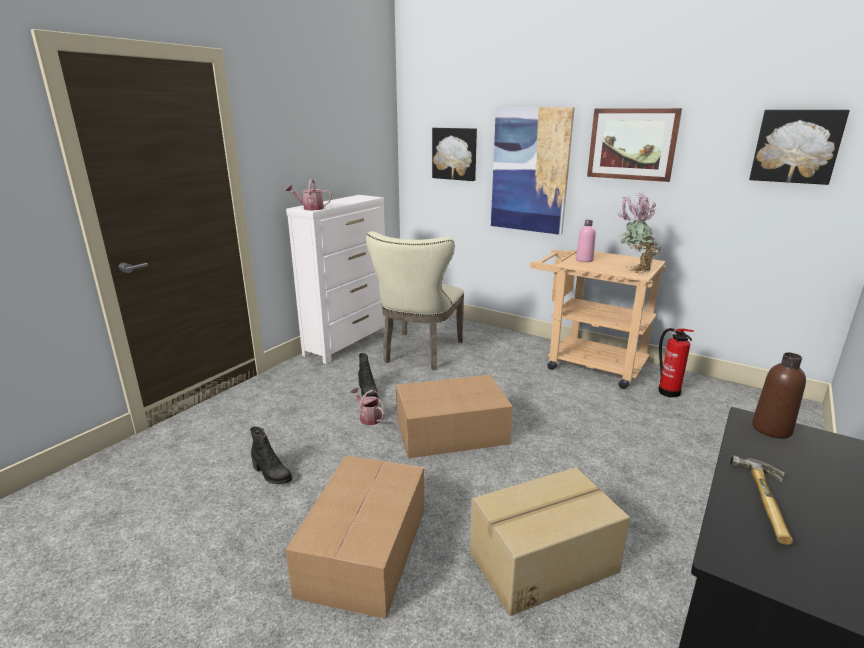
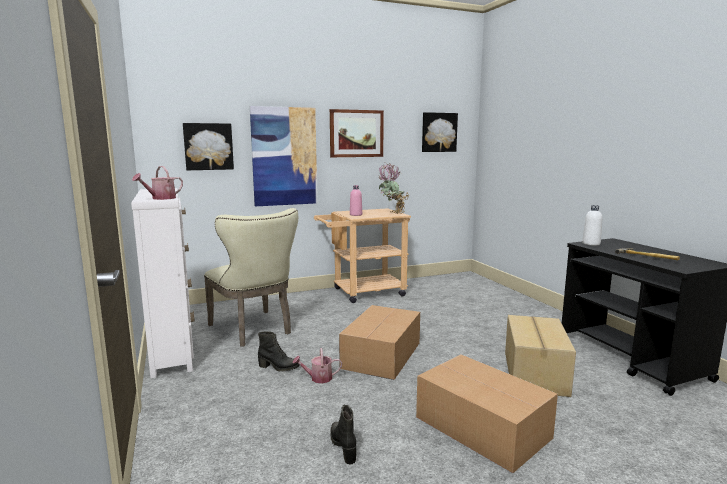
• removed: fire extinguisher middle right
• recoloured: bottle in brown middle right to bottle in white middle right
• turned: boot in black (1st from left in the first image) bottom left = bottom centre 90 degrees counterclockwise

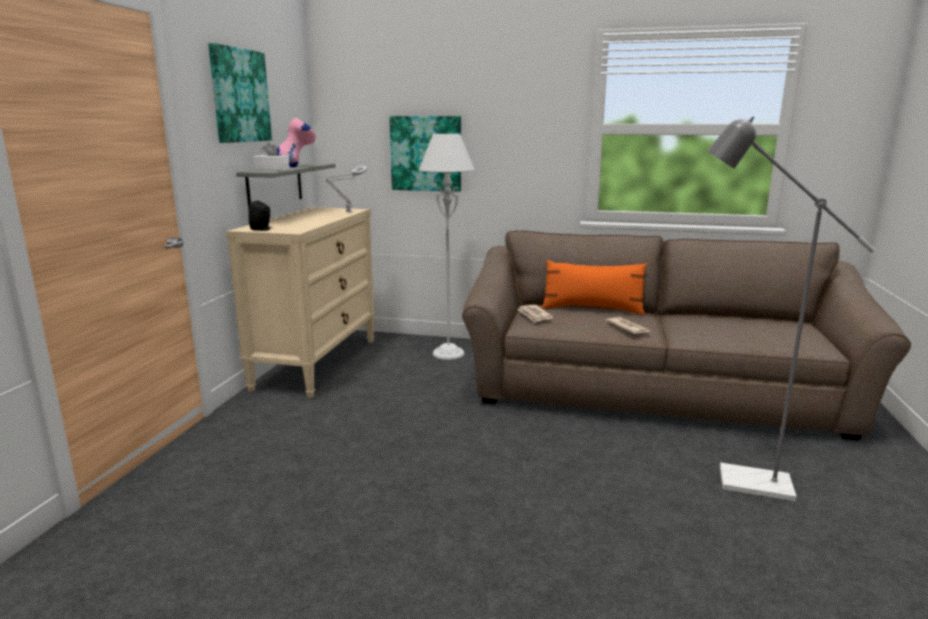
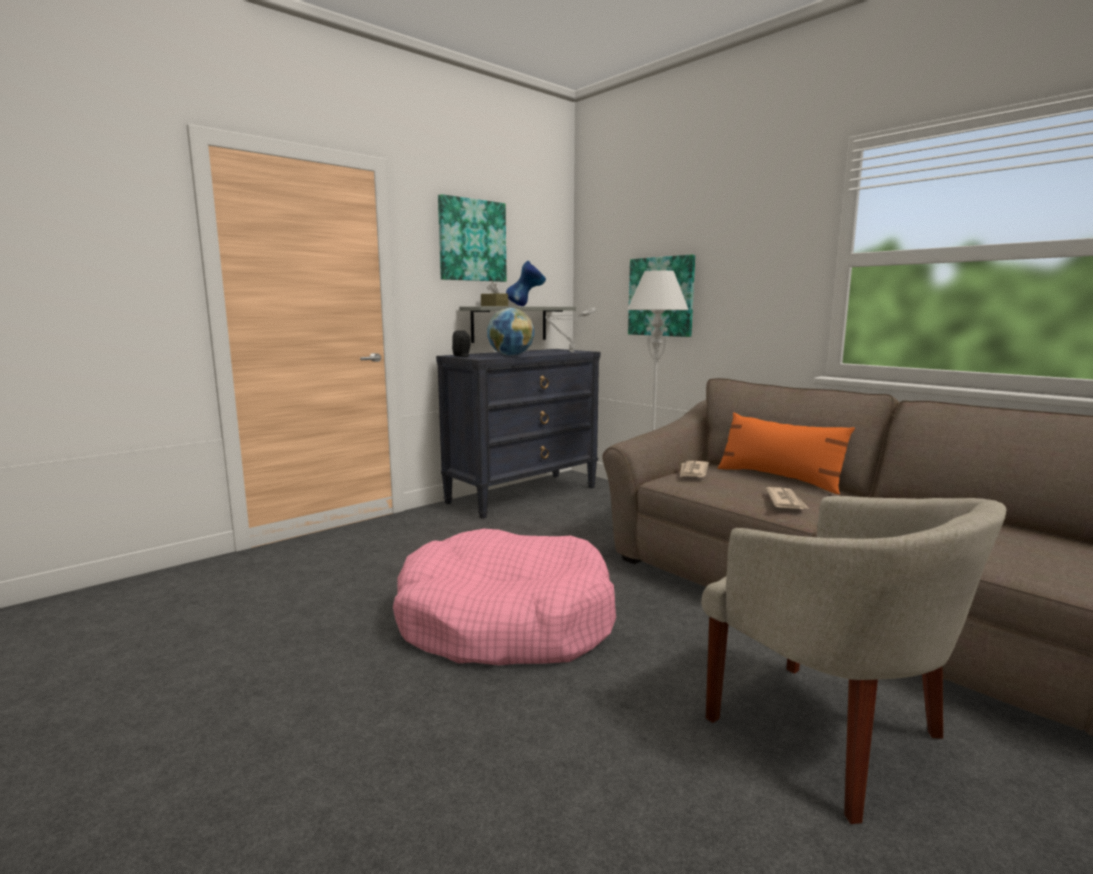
• added: dog bed in pink bottom centre
• added: globe centre
• replaced: floor lamp in grey (2nd from left) middle right to armchair in beige bottom right
• recoloured: dresser in beige middle left to dresser in black centre
• recoloured: tissue box in white top left to tissue box in brown centre
• recoloured: vase in pink top left to vase in blue top centre

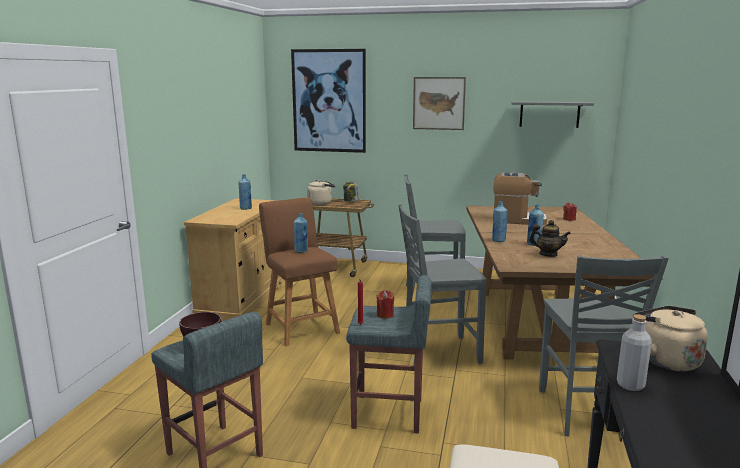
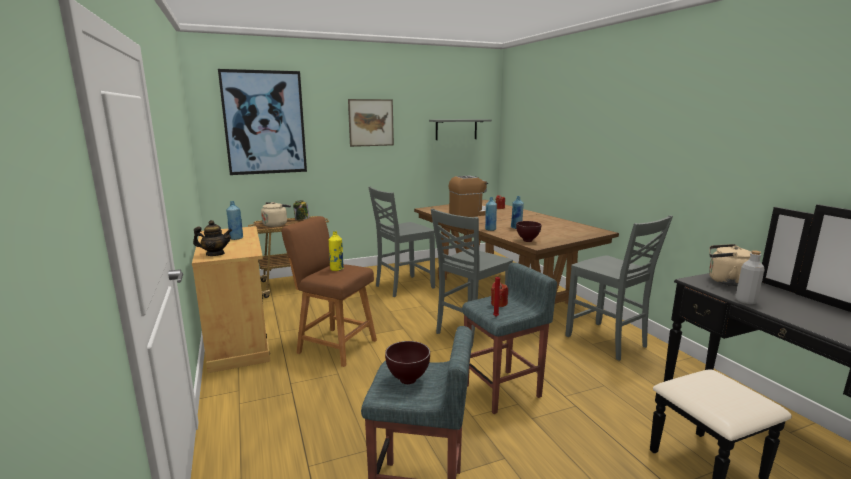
• added: bowl in brown (2nd from left) centre
• moved: teapot middle right to middle left
• recoloured: bottle in blue (2nd from left) centre to bottle in yellow centre

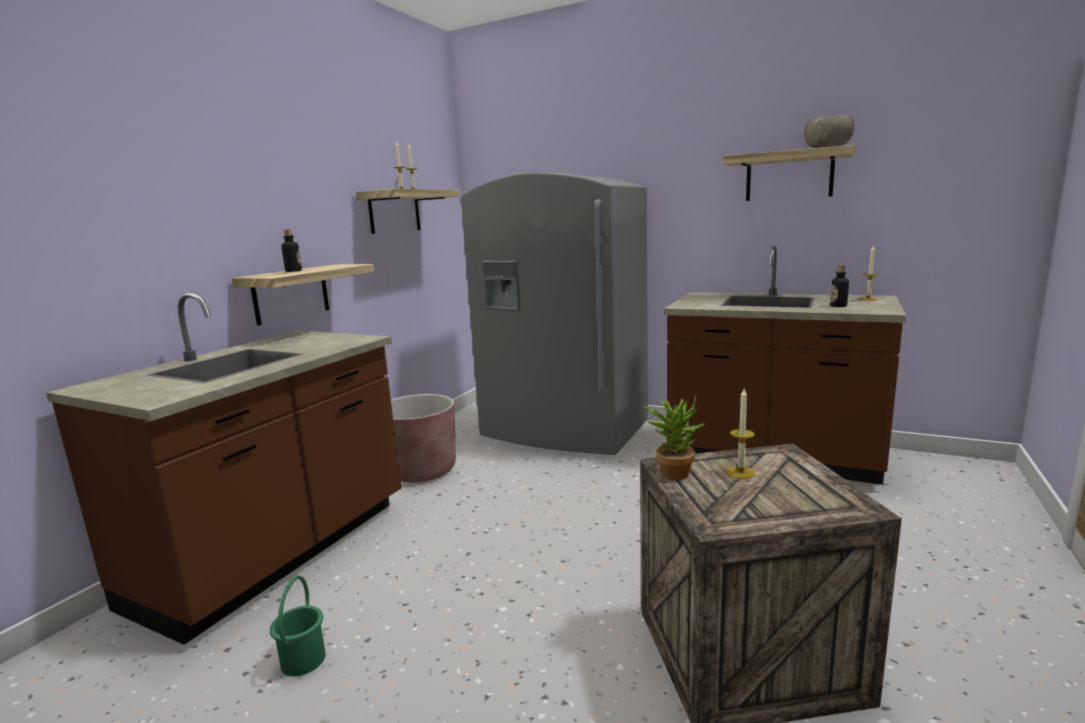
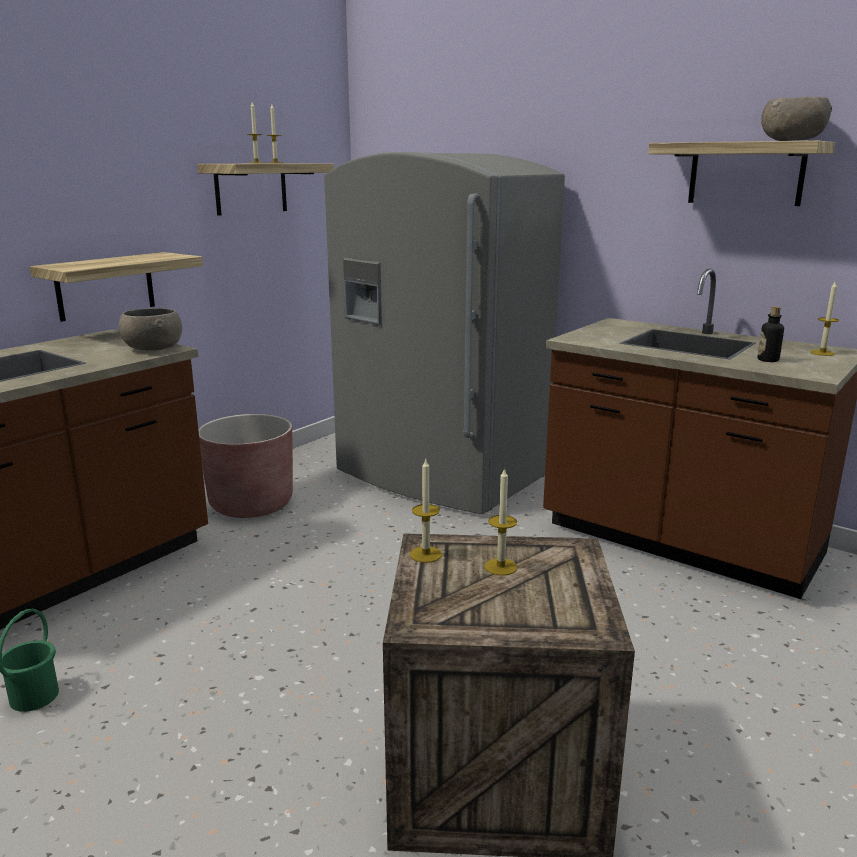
• removed: bottle (1st from left) middle left
• added: bowl in grey (1st from left) middle left
• replaced: potted plant centre to candle (3rd from left) centre

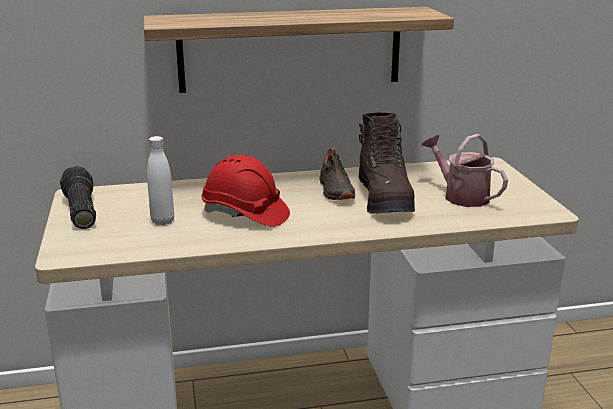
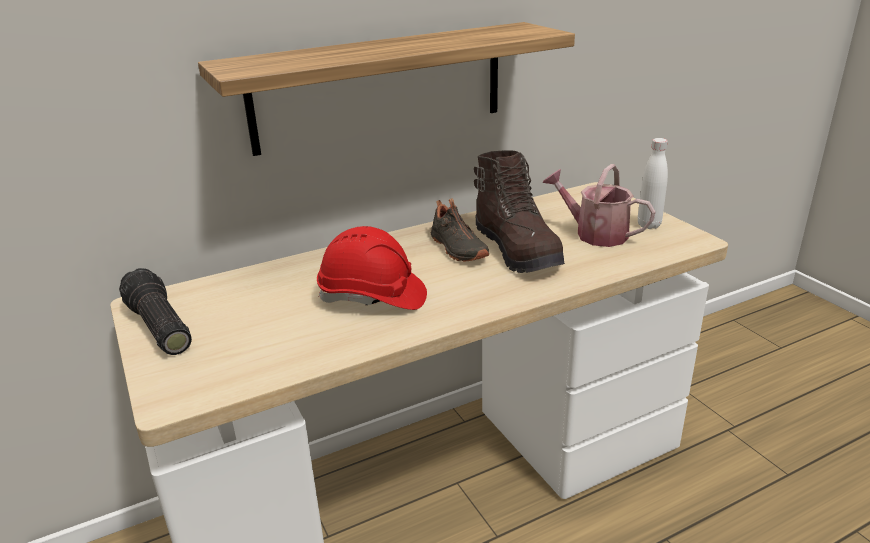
• moved: bottle in white middle left to middle right

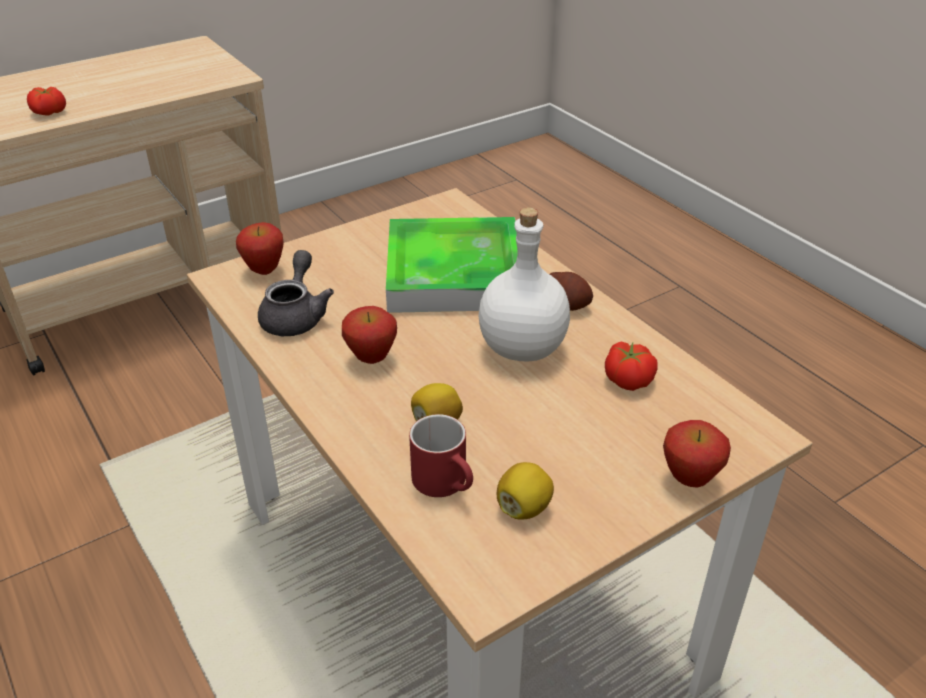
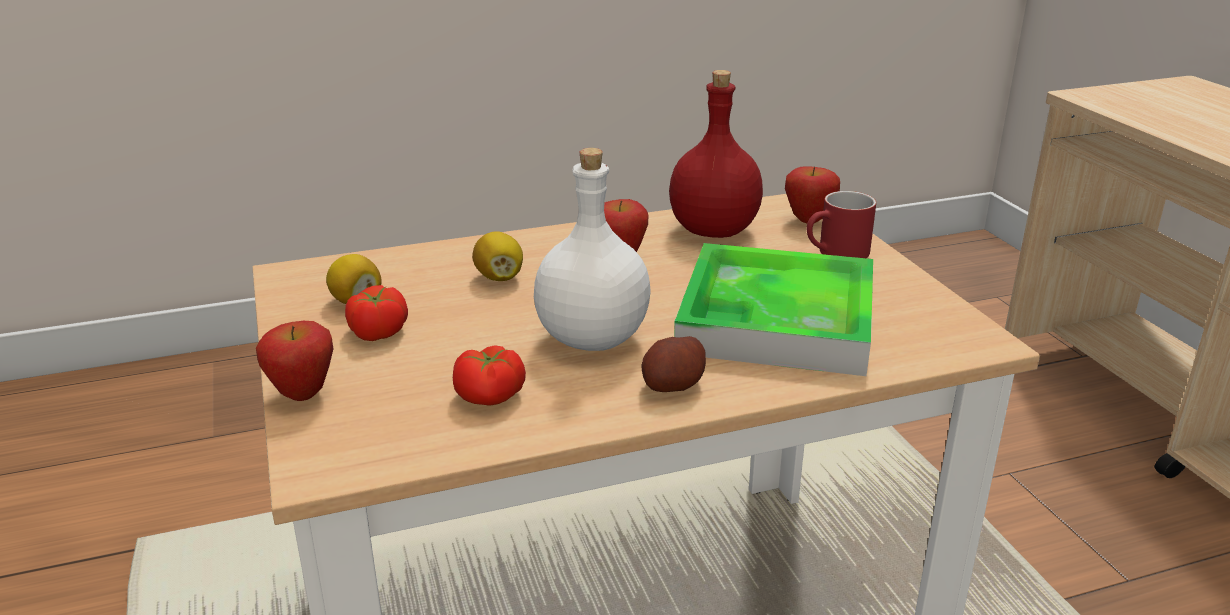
• moved: tomato (1st from left) top left to middle left
• moved: mug in red centre to middle right
• replaced: teapot in grey middle left to bottle in red top centre

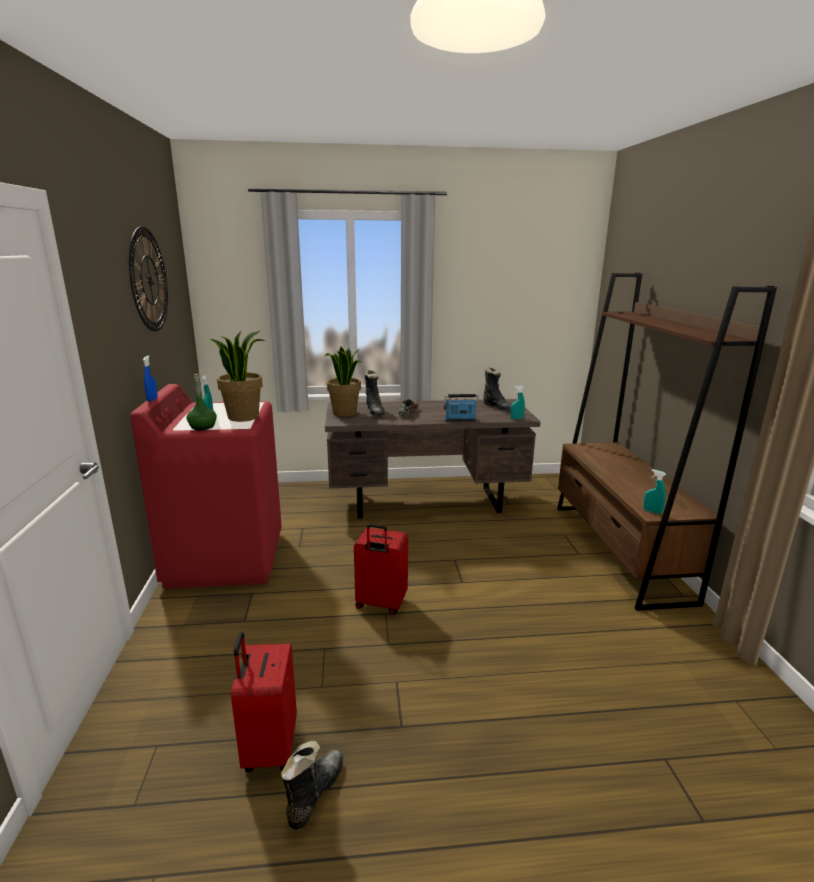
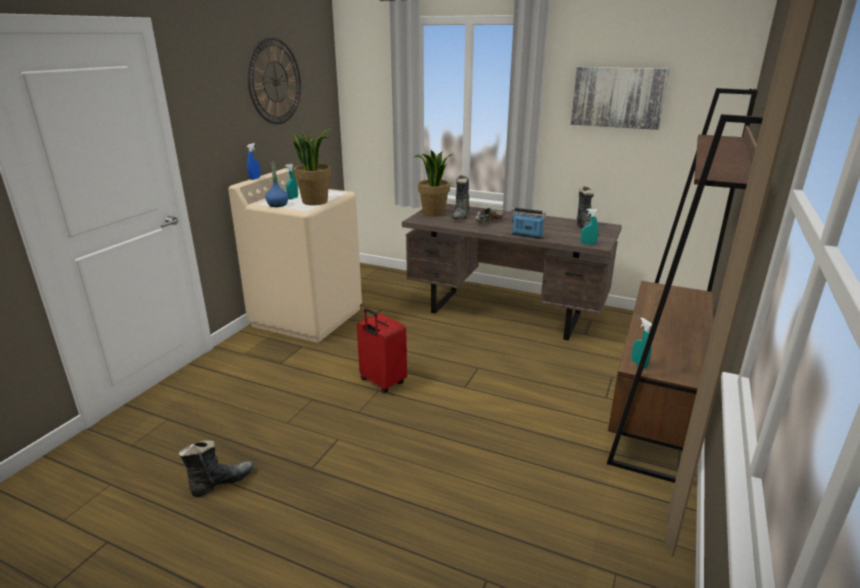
• removed: suitcase in red (1st from left) bottom left
• added: picture top right
• recoloured: washing machine in red middle left to washing machine in beige centre
• recoloured: bottle in green middle left to bottle in blue top left

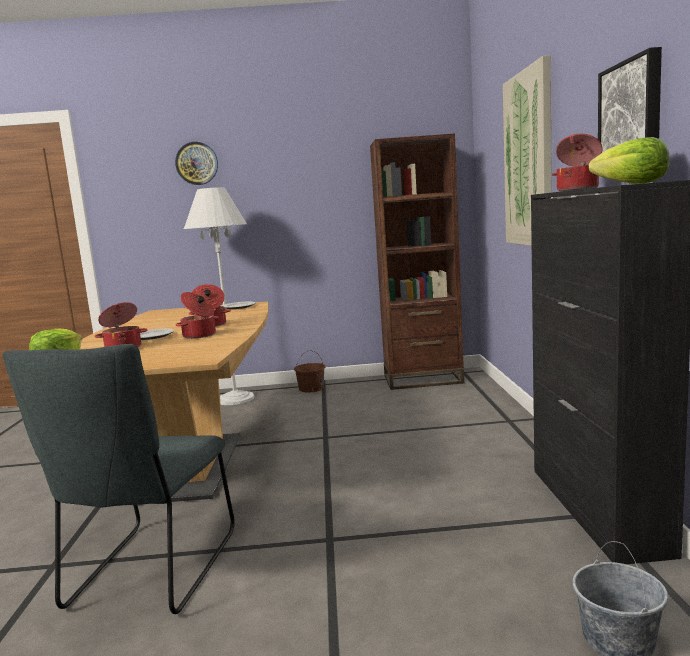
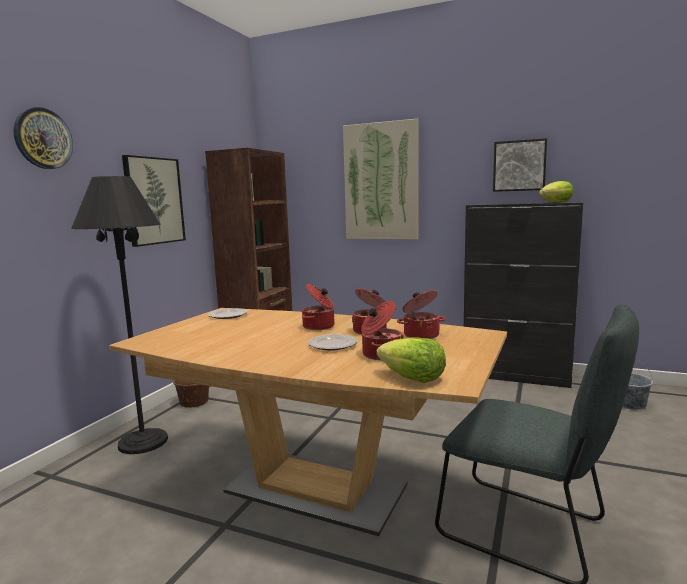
• added: picture (1st from left) middle left
• moved: cooking pot (4th from left) top right to centre
• recoloured: floor lamp in white middle left to floor lamp in black middle left

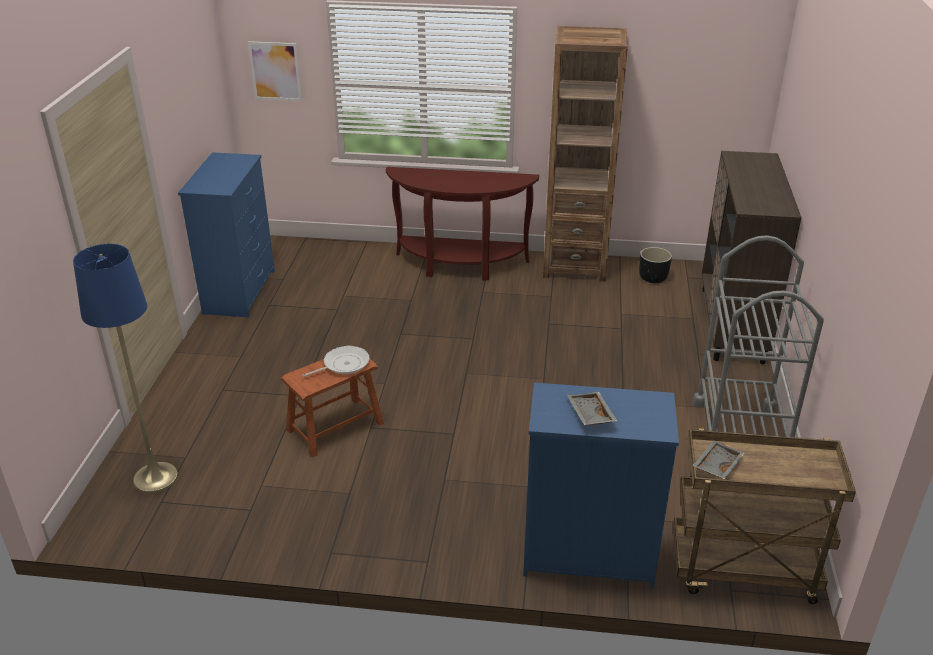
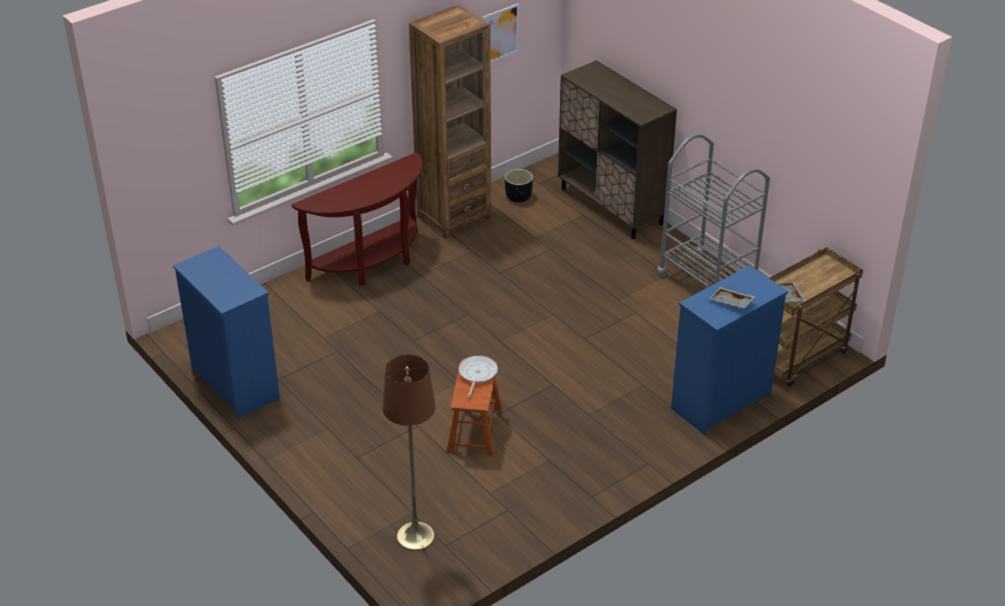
• moved: picture top left to top centre
• recoloured: floor lamp in blue middle left to floor lamp in brown bottom centre

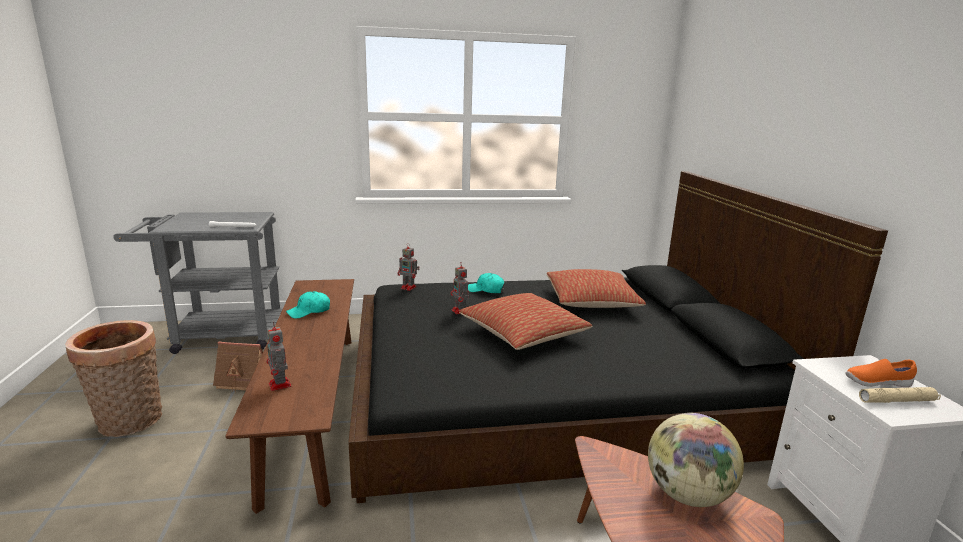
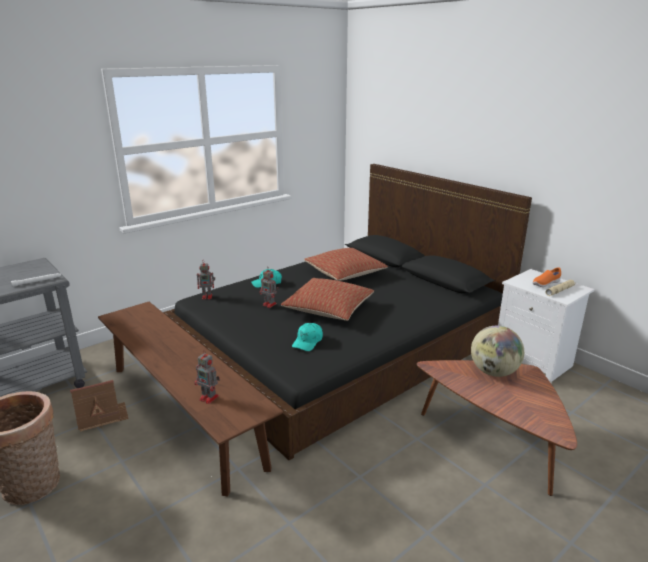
• moved: cap in turquoise (1st from left in the first image) middle left to cap in turquoise (2nd from left) centre

